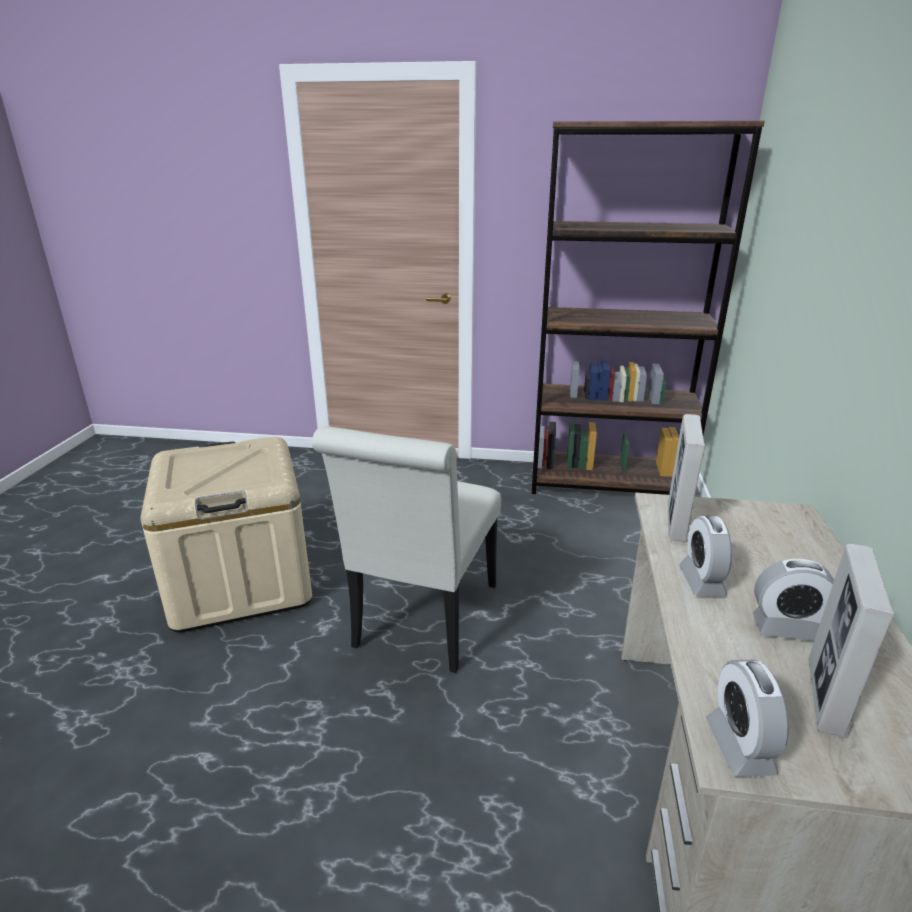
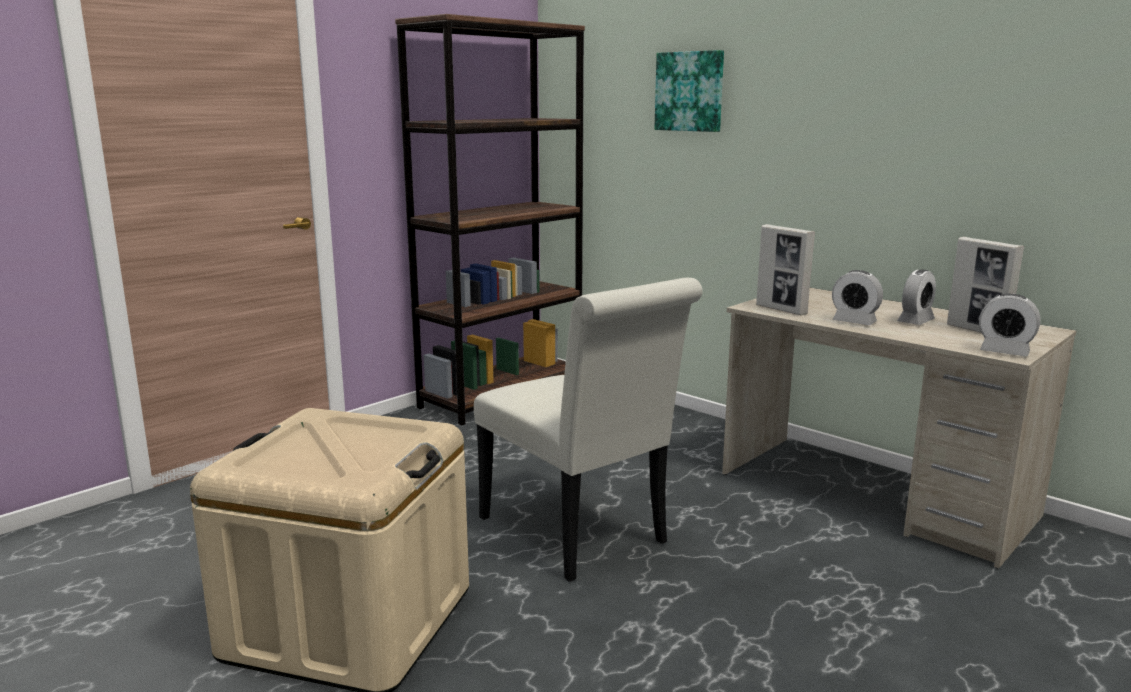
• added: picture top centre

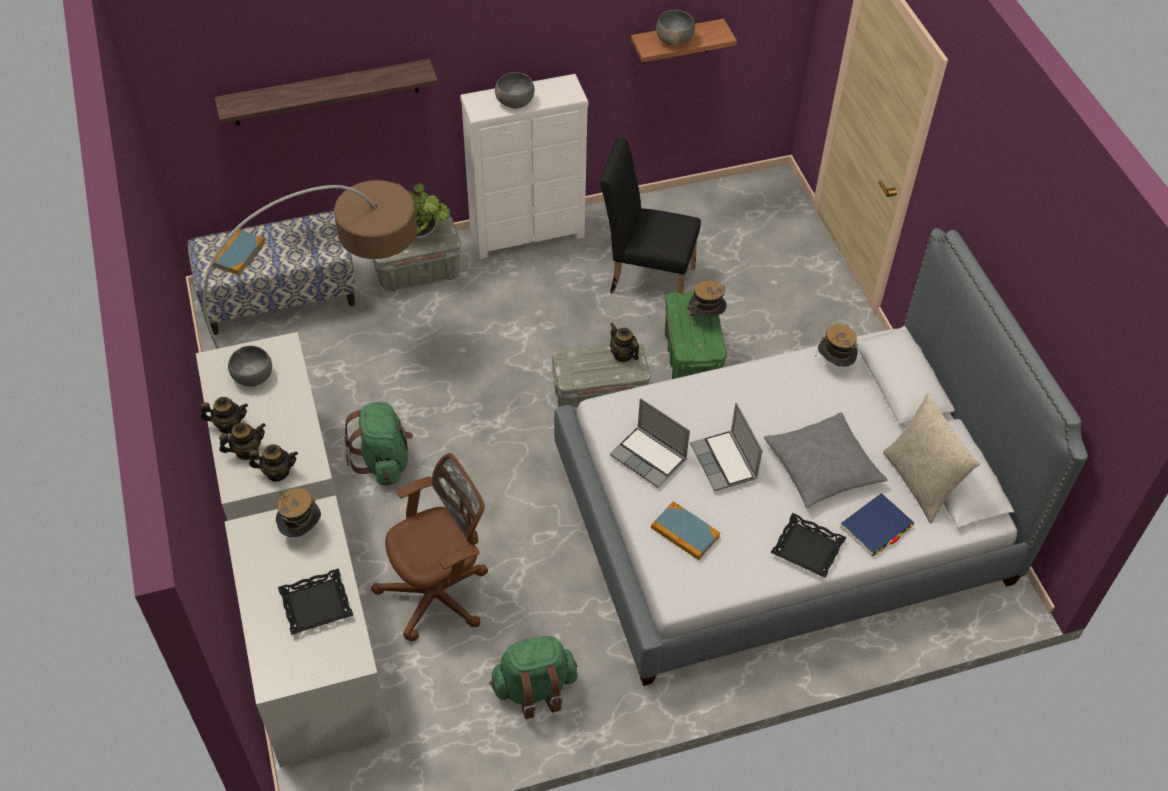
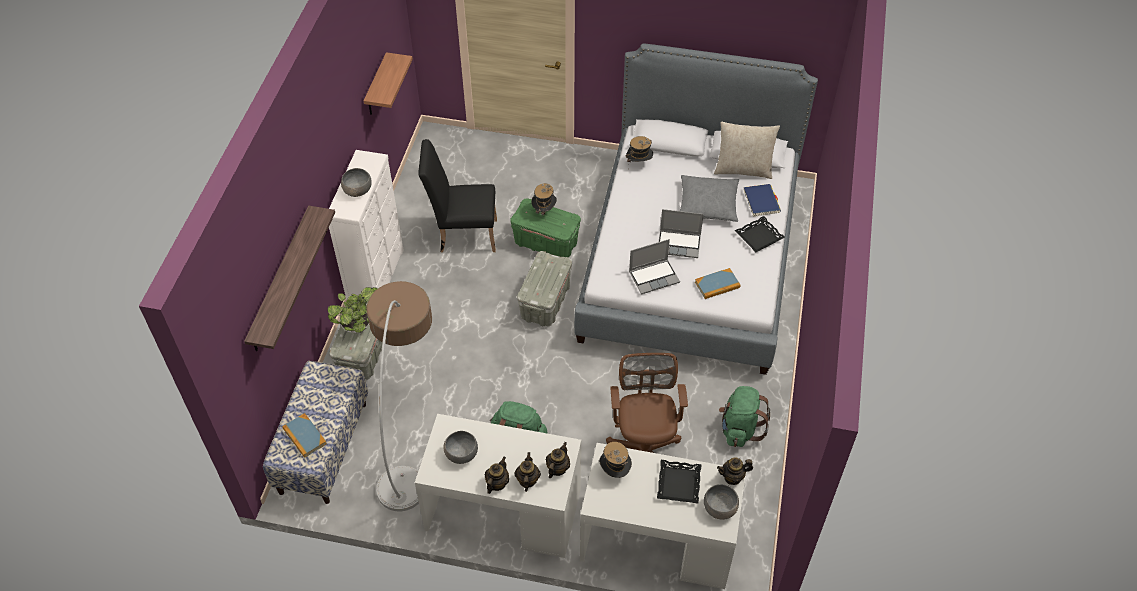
• moved: teapot (4th from left) centre to bottom centre
• moved: bowl in grey (3rd from left) top centre to bottom centre
• turned: chair in black top centre = top centre 45 degrees clockwise

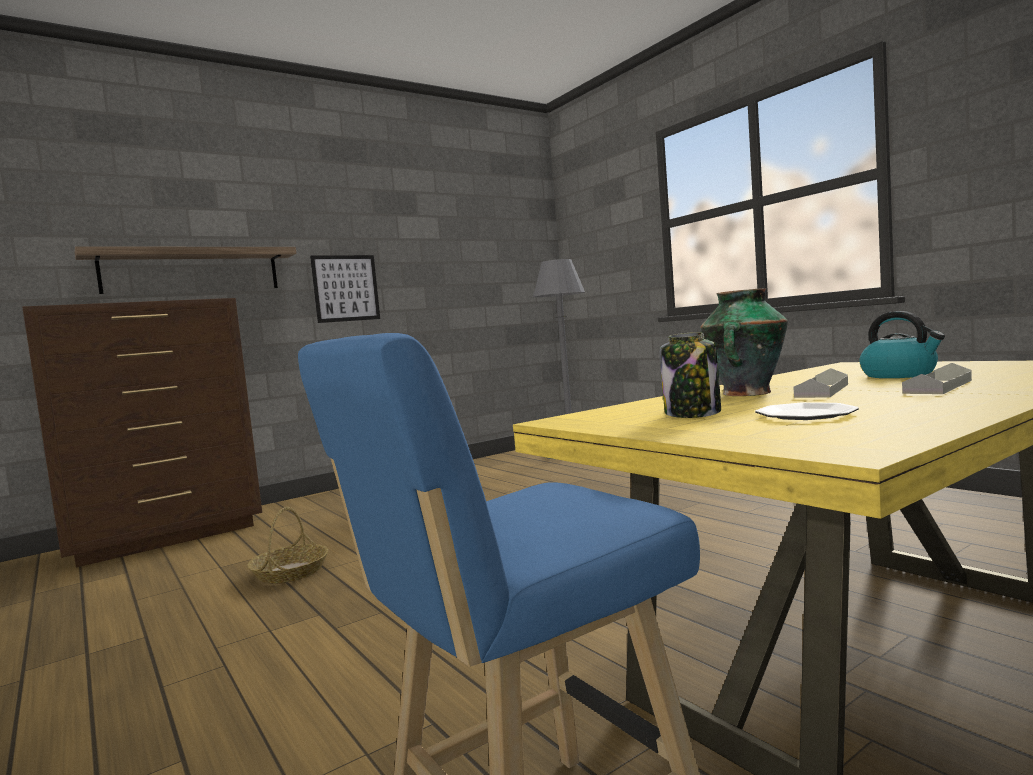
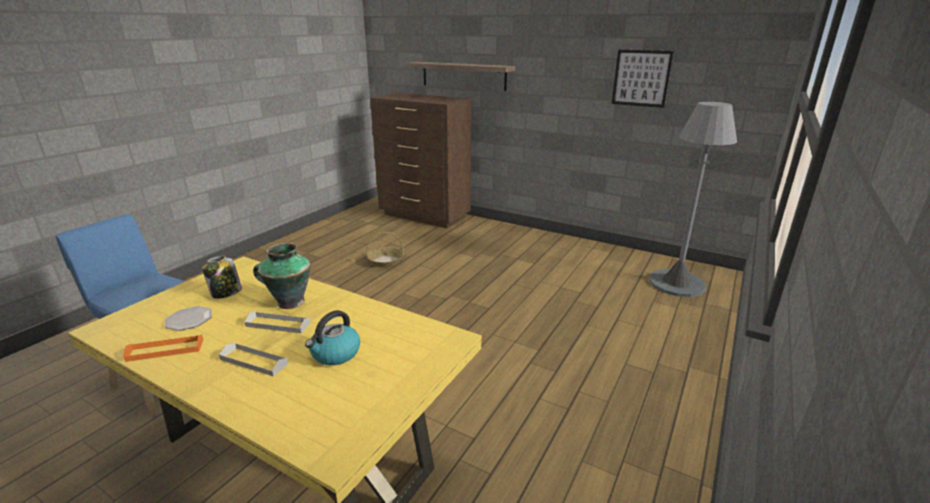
• added: tray in orange bottom left
• moved: picture centre to top right

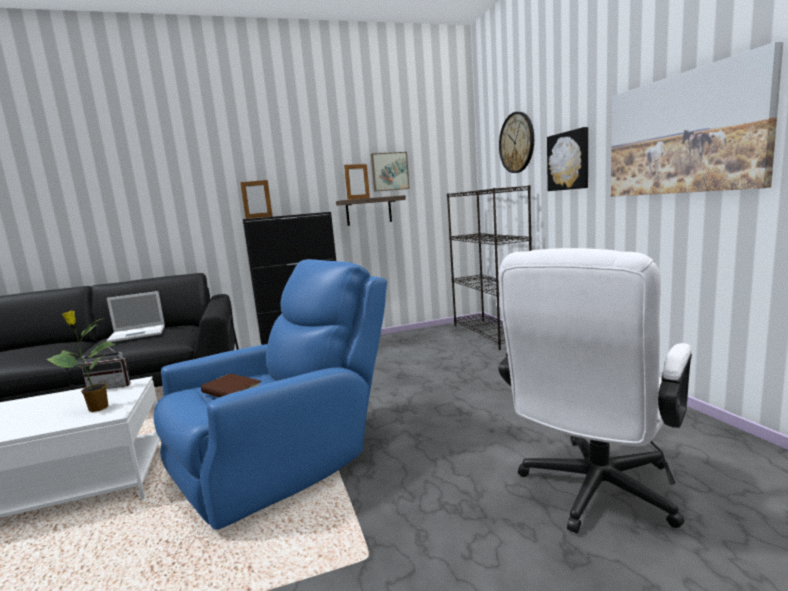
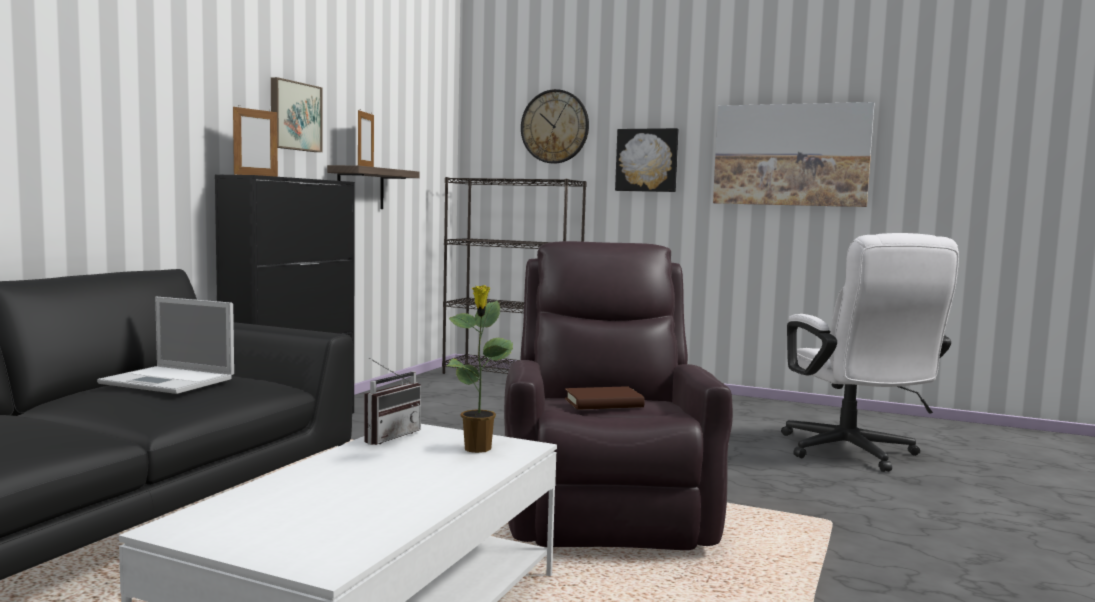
• moved: picture (1st from left) top centre to top left
• recoloured: armchair in blue bottom centre to armchair in brown centre
• turned: laptop middle left = middle left 90 degrees clockwise

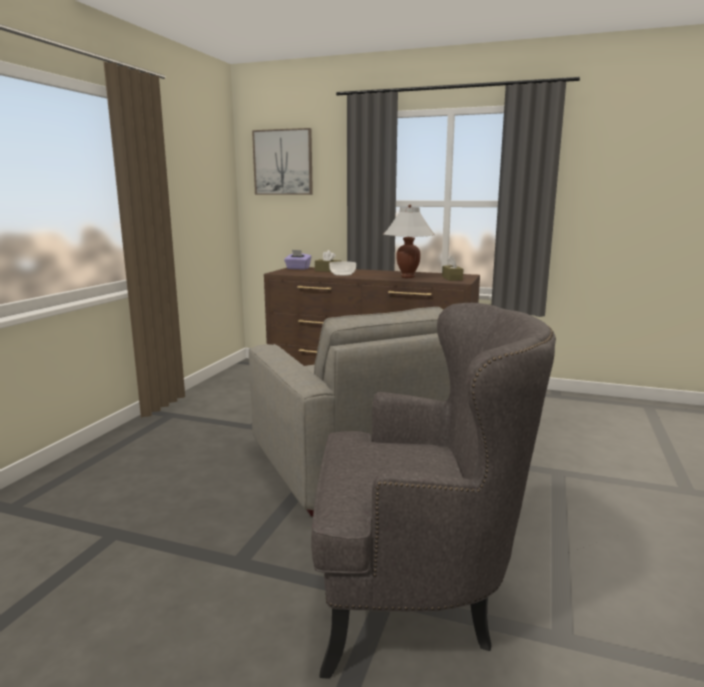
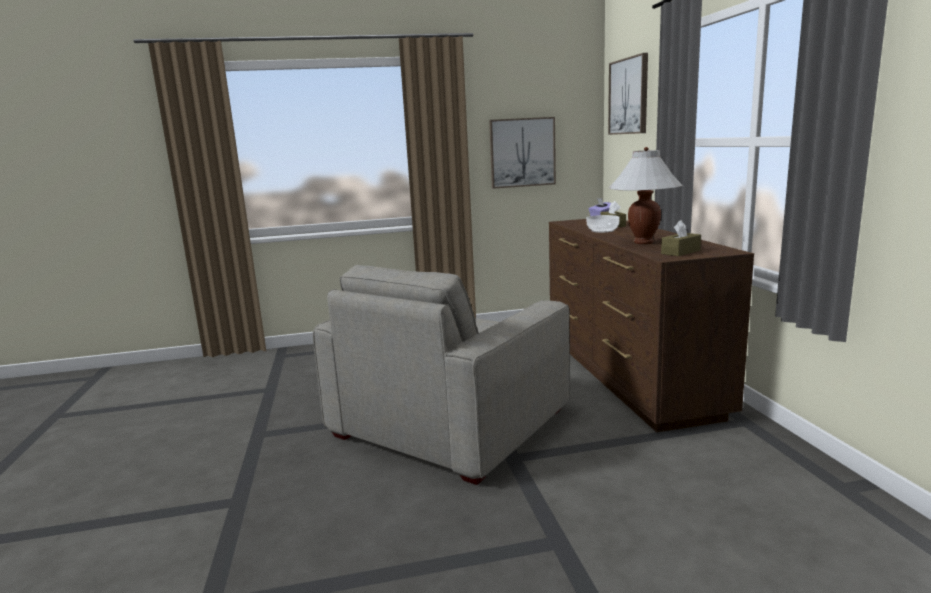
• removed: armchair in grey (2nd from left) bottom centre
• added: picture (1st from left) top centre

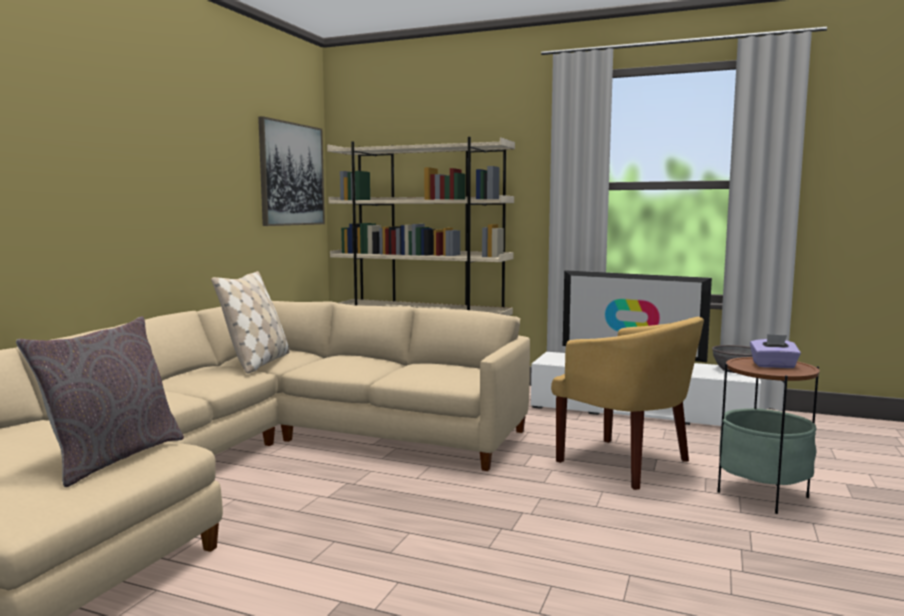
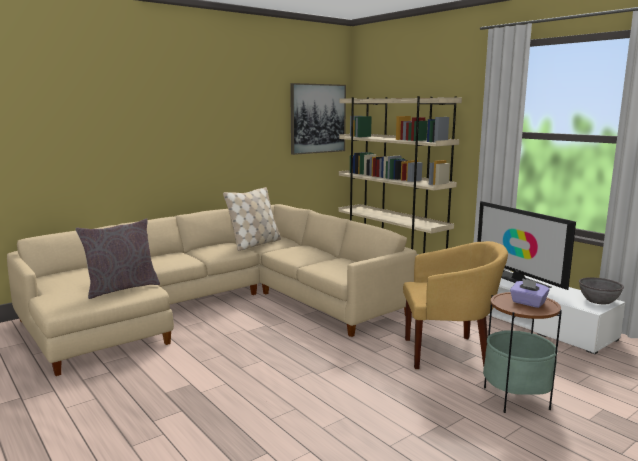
• turned: armchair in yellow middle right = middle right 75 degrees counterclockwise

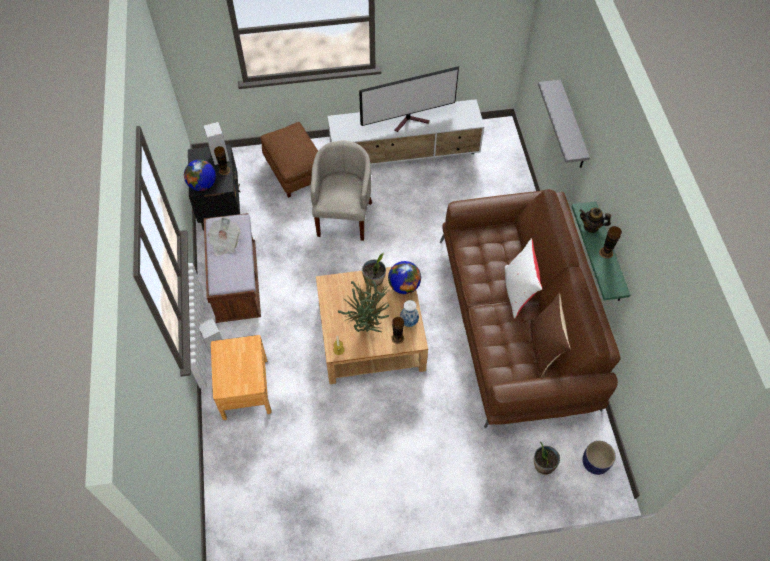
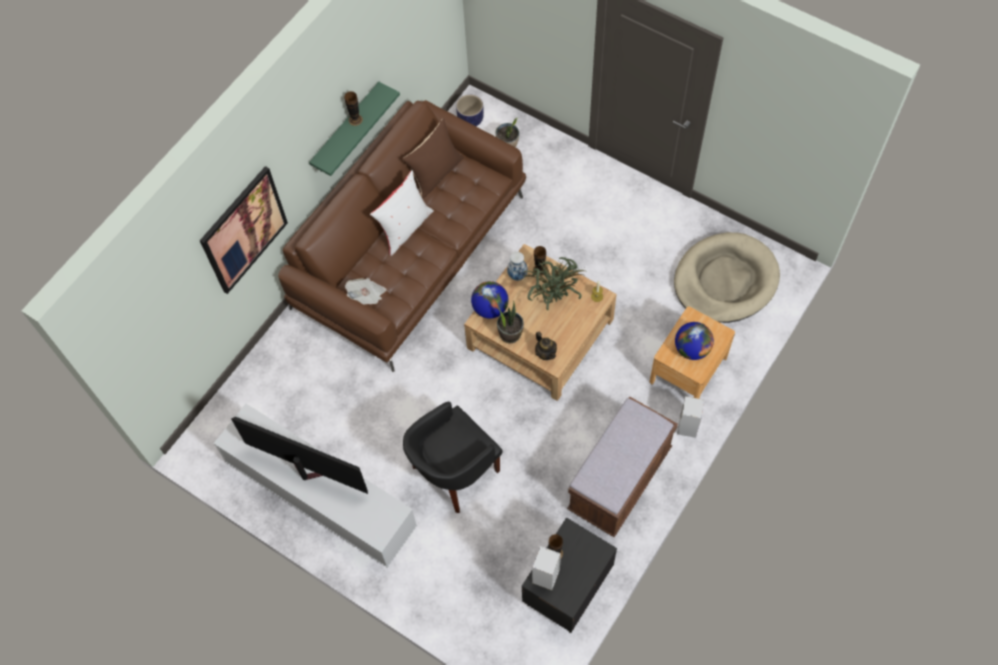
• removed: ottoman in brown top centre
• added: dog bed in beige middle right
• moved: globe (1st from left in the first image) top left to globe (2nd from left) middle right
• moved: newspaper middle left to centre
• moved: teapot middle right to centre
• replaced: shelf in grey top right to picture middle left
• recoloured: armchair in beige centre to armchair in black bottom centre

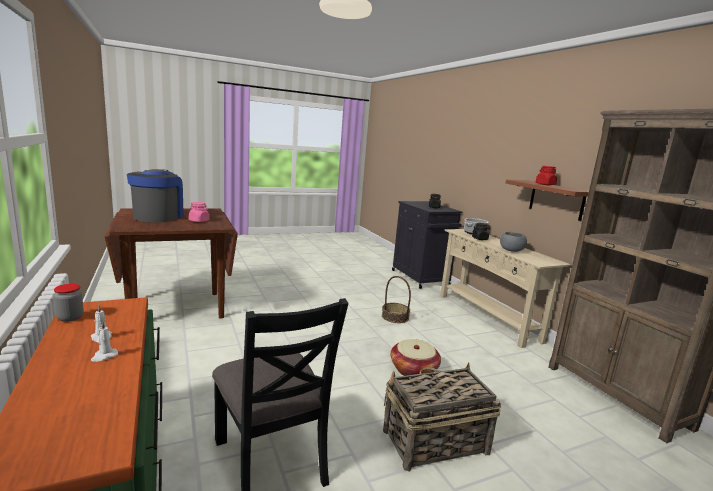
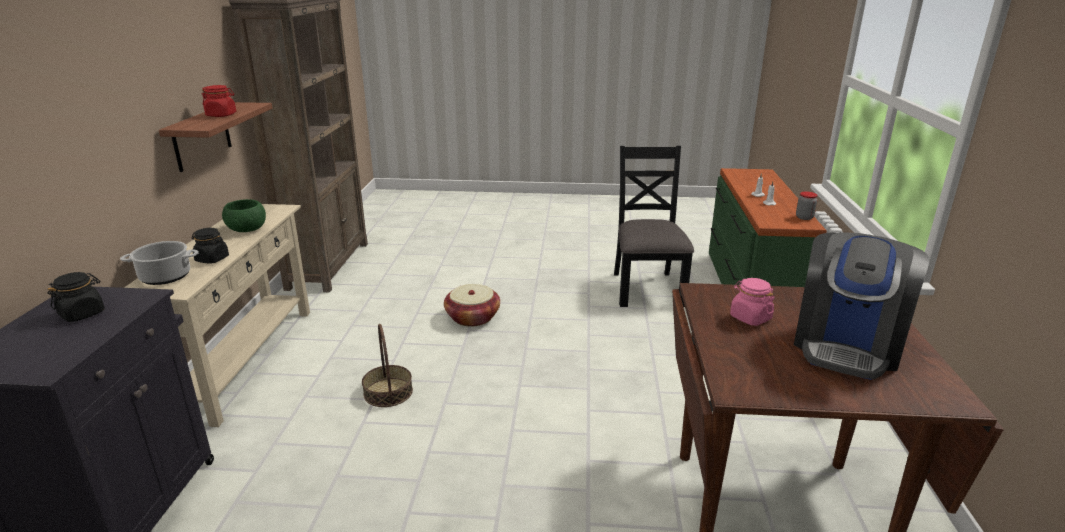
• removed: basket (3rd from left) bottom centre
• recoloured: bowl in grey middle right to bowl in green middle left

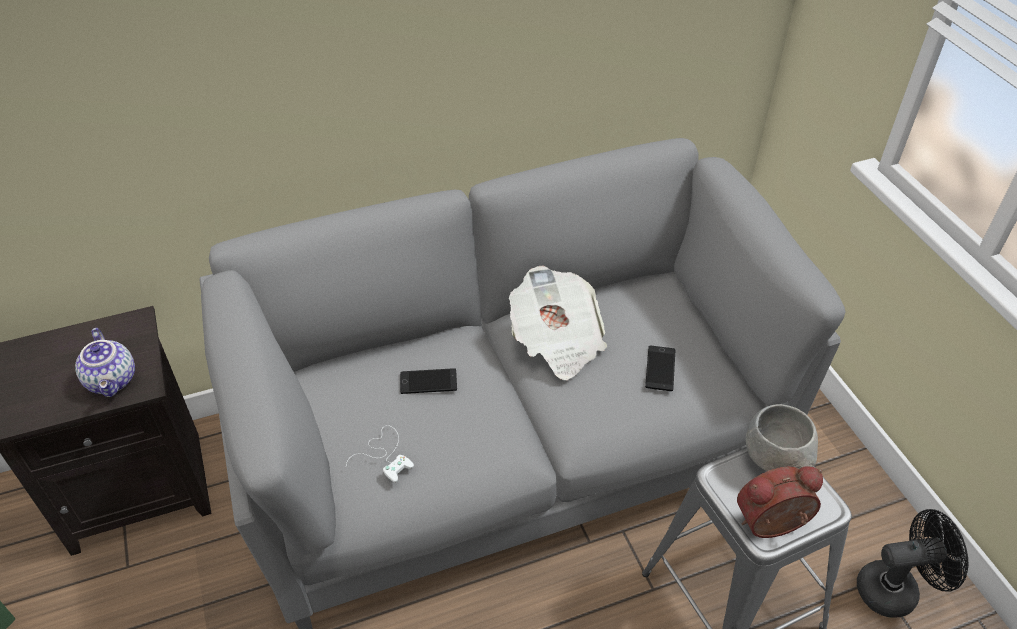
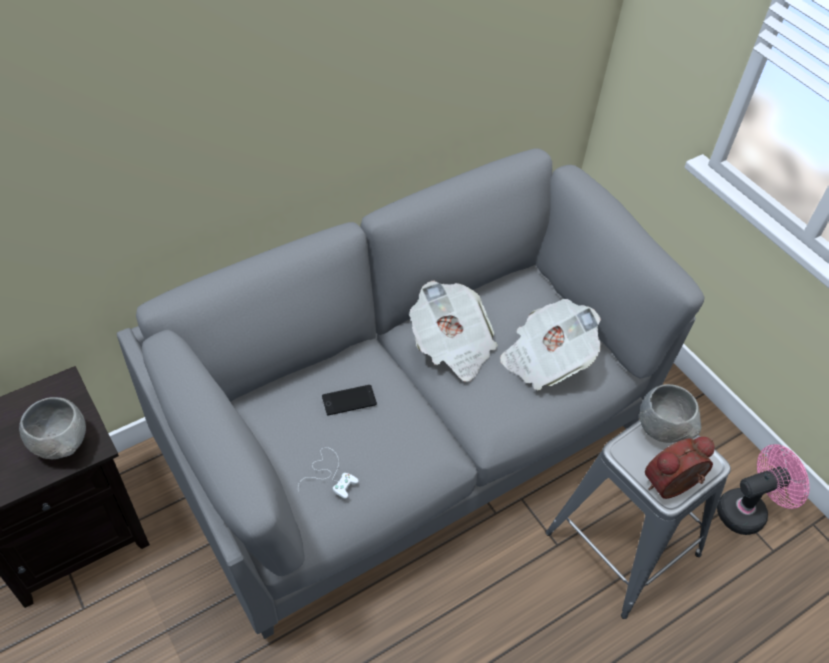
• replaced: teapot middle left to bowl in grey (1st from left) middle left
• replaced: phone (2nd from left) centre to newspaper (2nd from left) centre
• recoloured: fan in black bottom right to fan in pink bottom right

